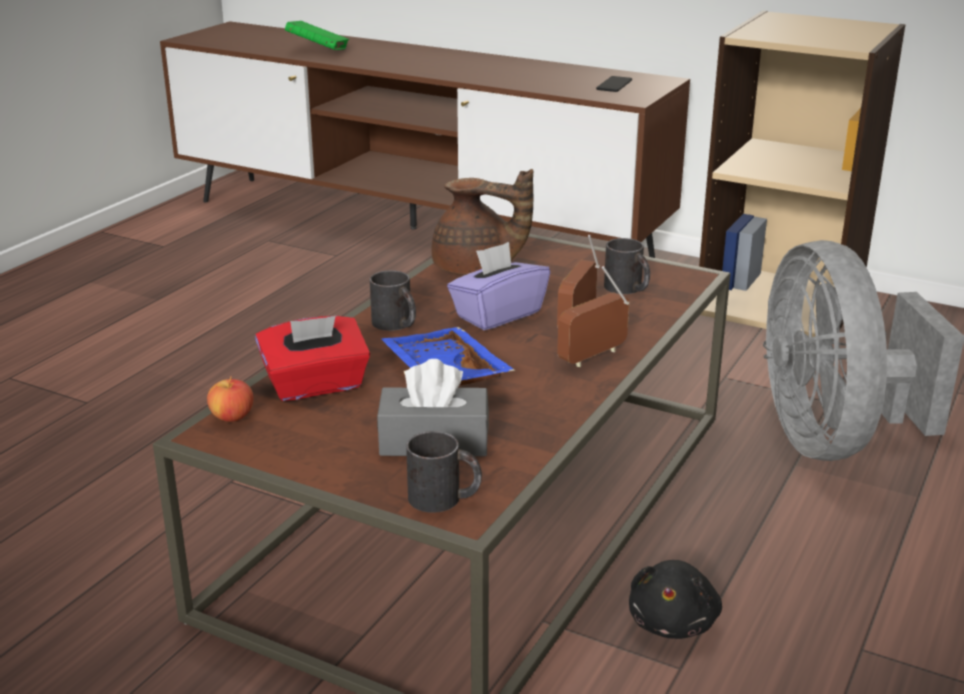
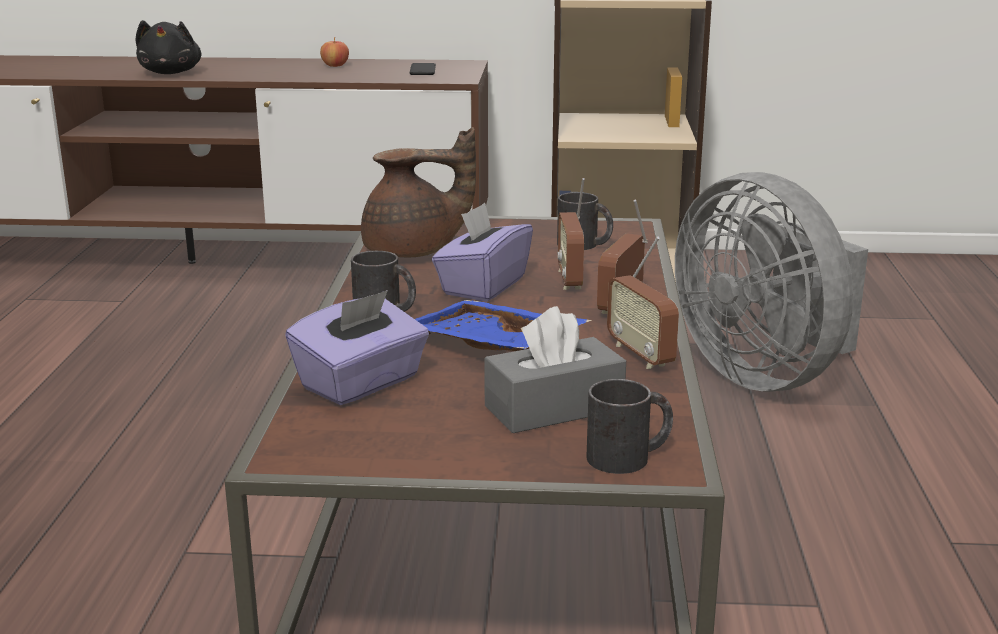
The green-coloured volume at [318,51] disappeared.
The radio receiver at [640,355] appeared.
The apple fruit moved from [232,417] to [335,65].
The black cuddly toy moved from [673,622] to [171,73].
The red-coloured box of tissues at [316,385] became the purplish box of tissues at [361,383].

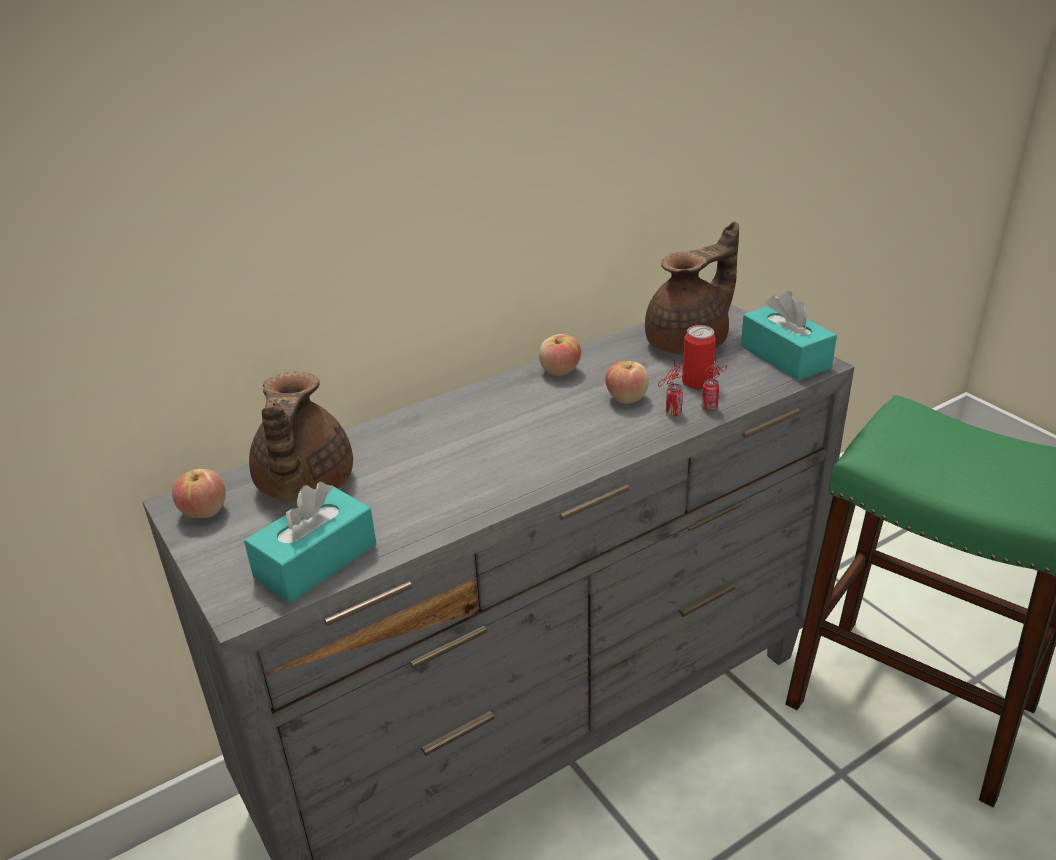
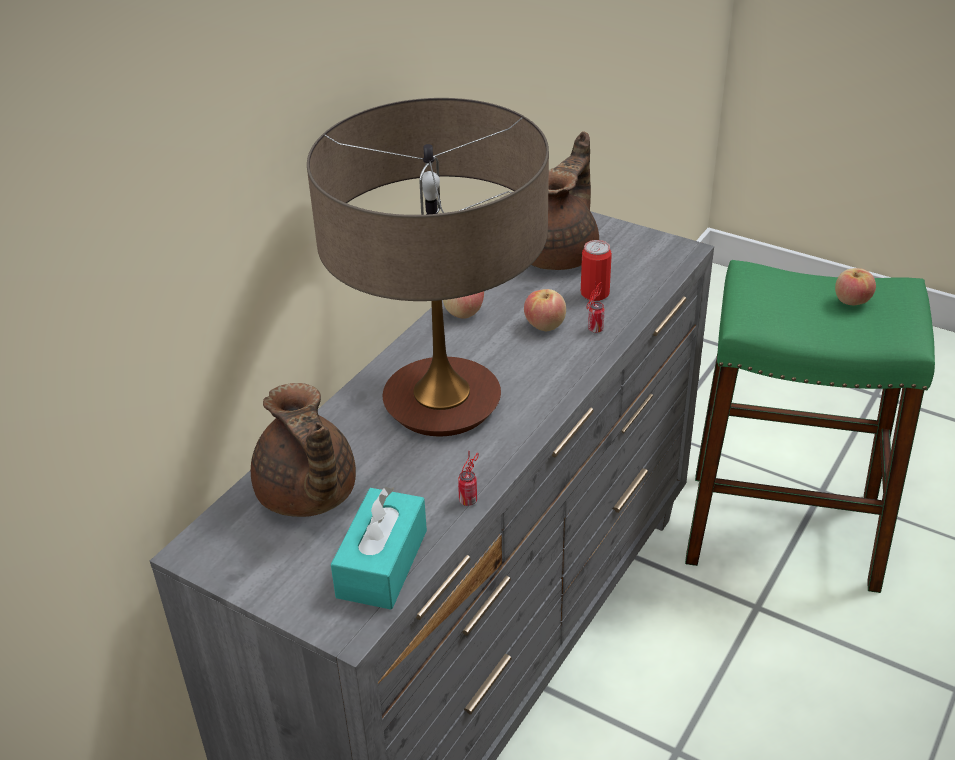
The turquoise box of tissues at [785,357] disappeared.
The tabletop lamp at [442,404] appeared.
The apple fruit moved from [204,511] to [851,301].
The metal can moved from [710,407] to [469,499].

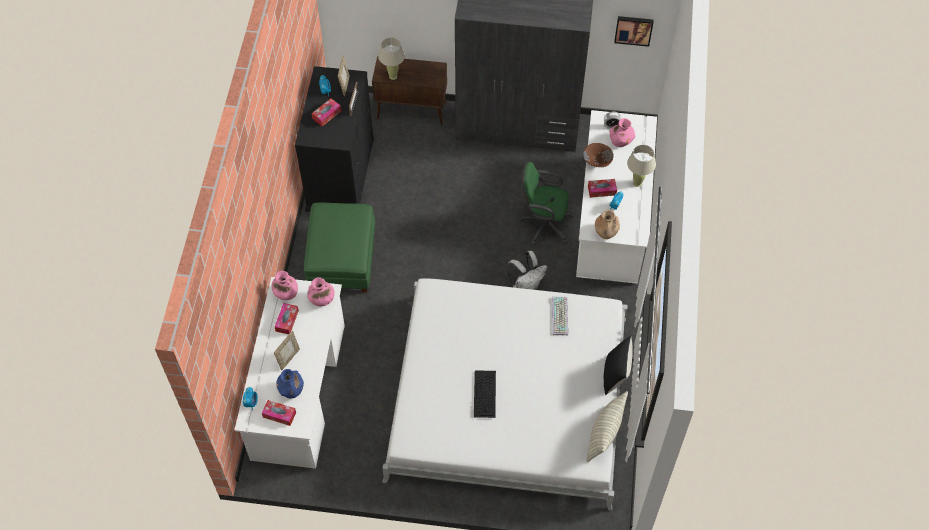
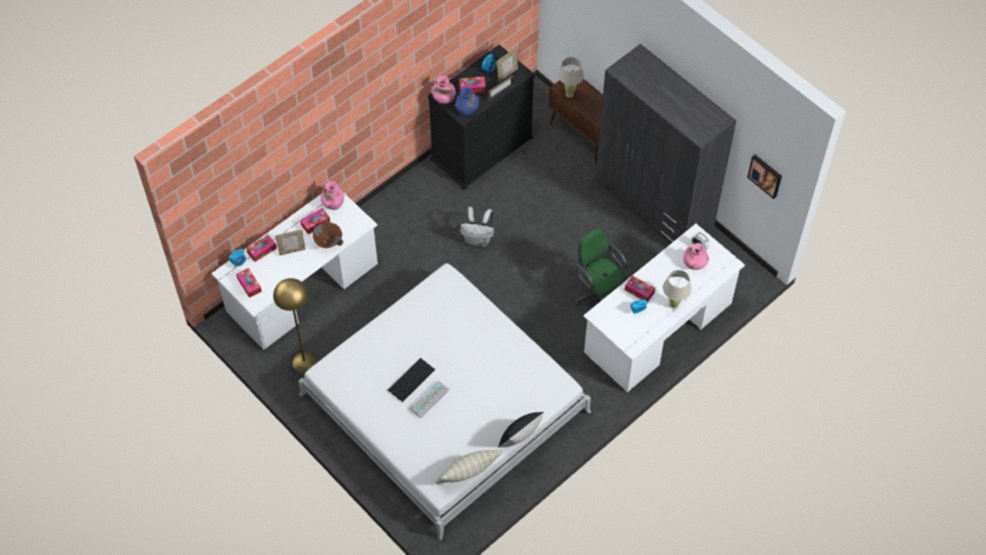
The green-coloured pouffe at [342,260] disappeared.
The brownish flower vase at [606,232] disappeared.
The box of tissues at [262,250] appeared.
The yellow standing lamp at [304,362] appeared.
The blue-coloured flower vase moved from [291,389] to [467,109].
The pink-coloured flower vase moved from [321,299] to [443,98].
The white rucksack moved from [526,286] to [478,239].
The computer keyboard moved from [561,316] to [429,400].
The brownish deep dish moved from [597,162] to [328,241].

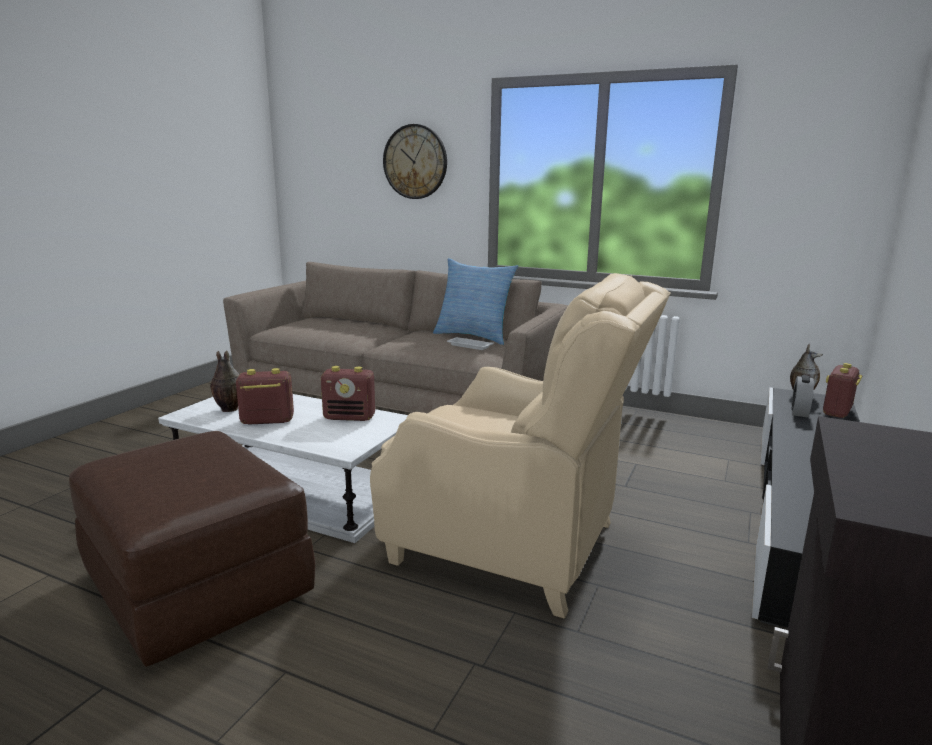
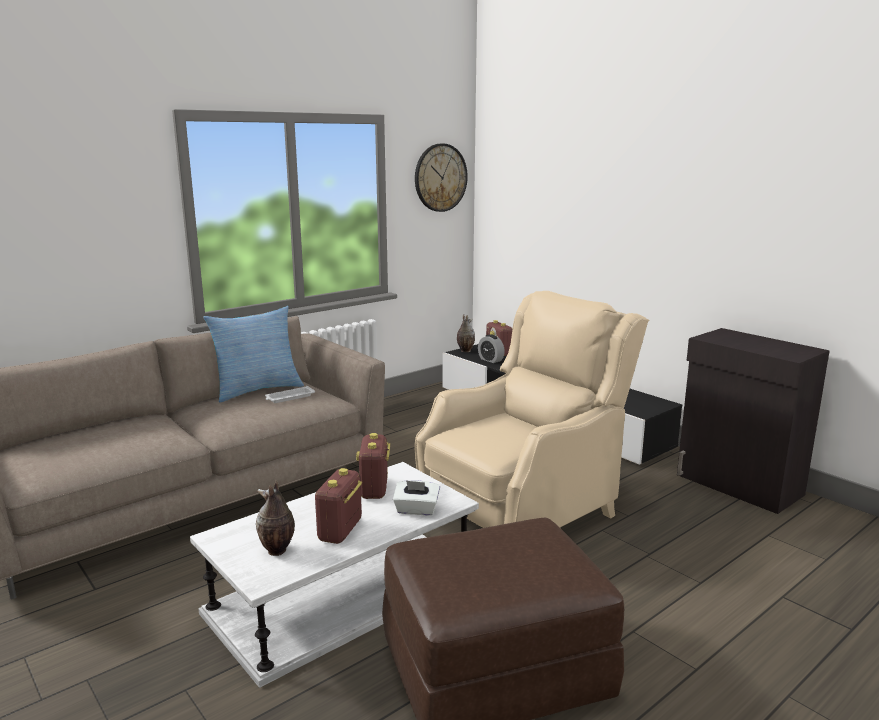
The white box of tissues at [416,510] appeared.
The wall clock moved from [415,162] to [440,177].
The radio receiver at [350,417] turned 150 degrees clockwise.

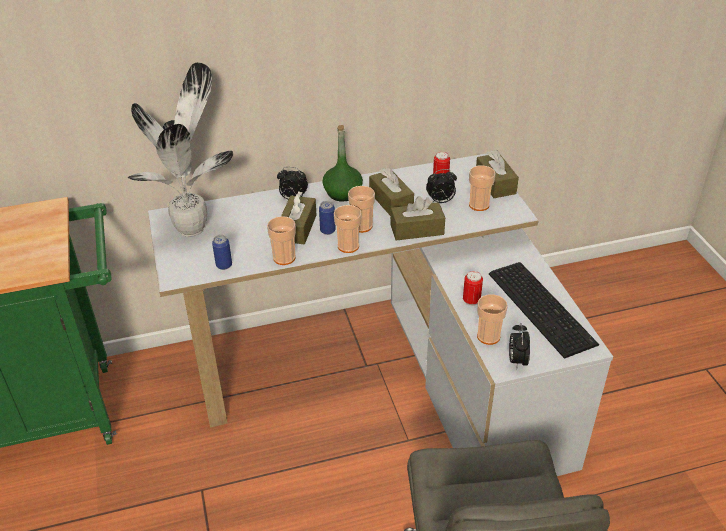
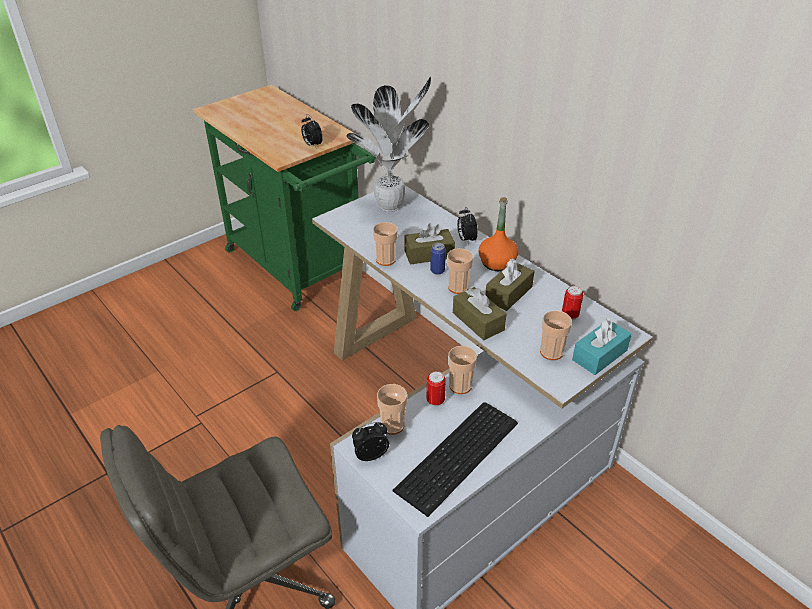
The metal can at [224,265] disappeared.
The small cup moved from [348,246] to [460,386].
The alarm clock moved from [440,201] to [312,145].
The green-coloured beverage bottle at [342,193] became the orange-coloured beverage bottle at [497,263].
The brownish box of tissues at [495,183] became the turquoise box of tissues at [599,355].

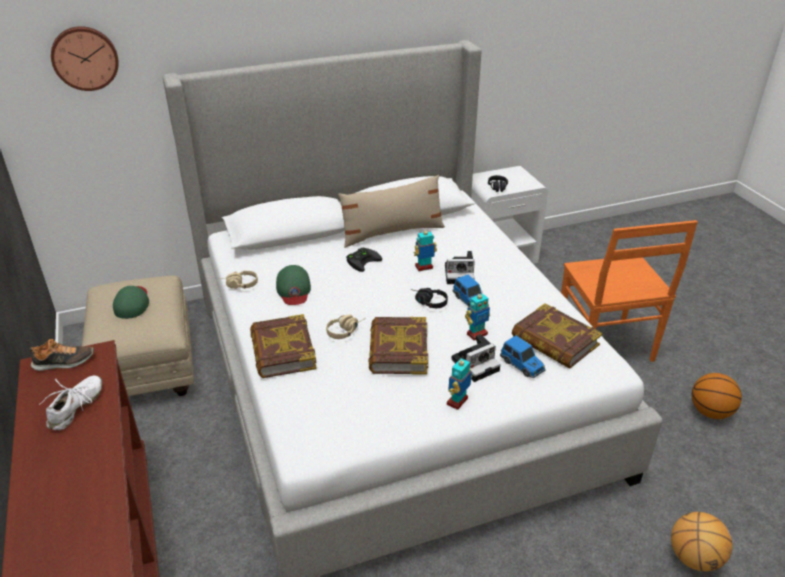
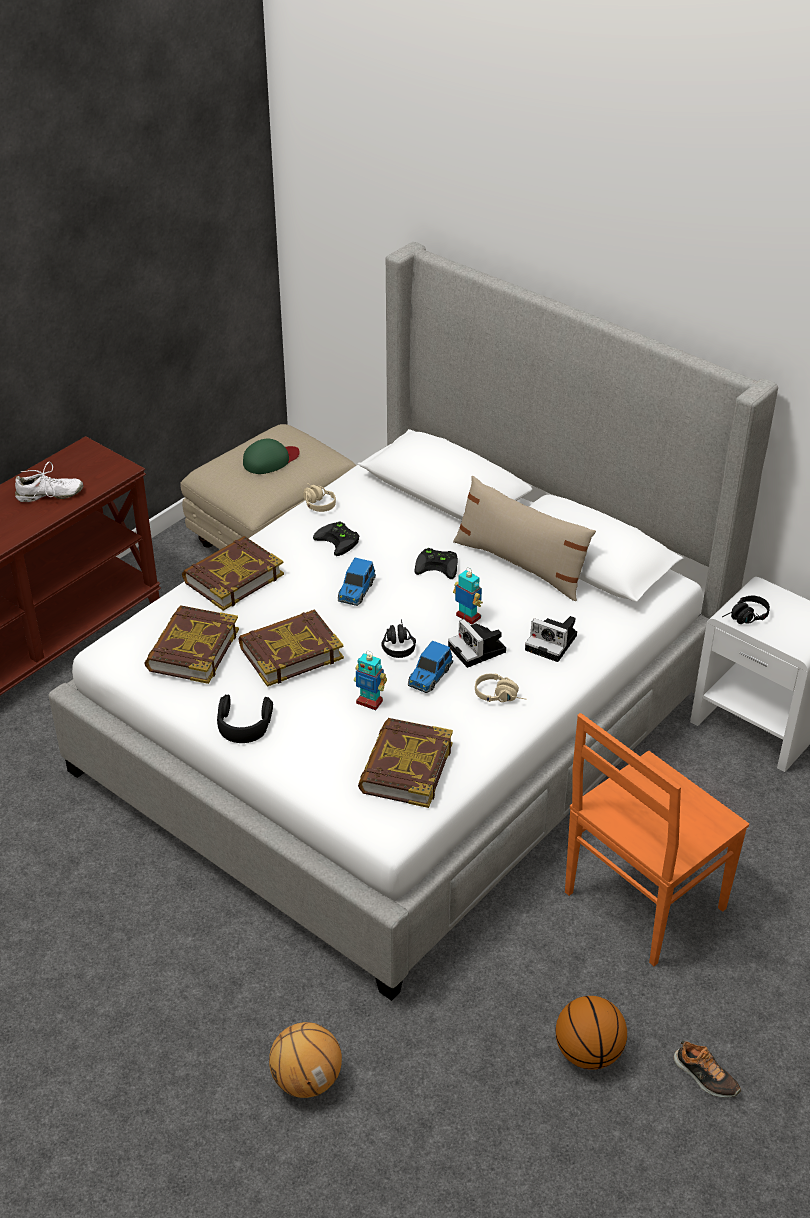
The wall clock at [85,58] disappeared.
The volume at [192,650] appeared.
The item of footwear moved from [64,362] to [705,1077].
The beige headset moved from [346,330] to [501,696].
The photo camera moved from [476,364] to [553,643].
The miniature car moved from [522,365] to [356,591].
The green-coloured cap at [293,289] was replaced by the black game controller at [340,541].
The robot figure at [457,402] was replaced by the black headset at [244,724].

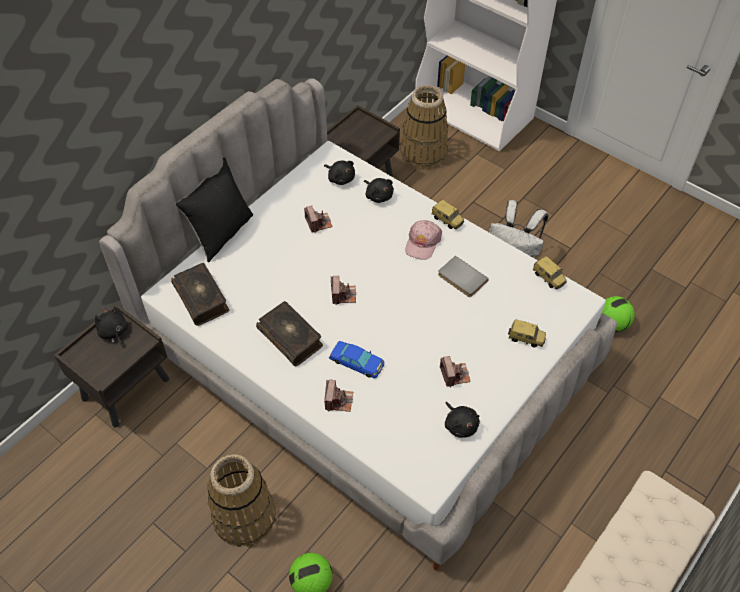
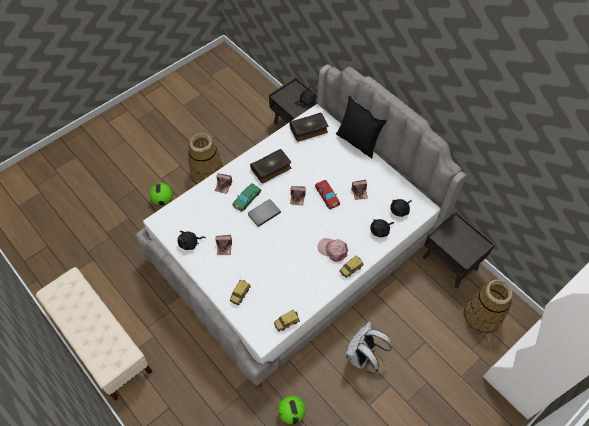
The red-coloured miniature car at [327,196] appeared.
The grey volume moved from [461,278] to [263,213].
The blue-coloured miniature car at [357,362] became the green-coloured miniature car at [246,198].

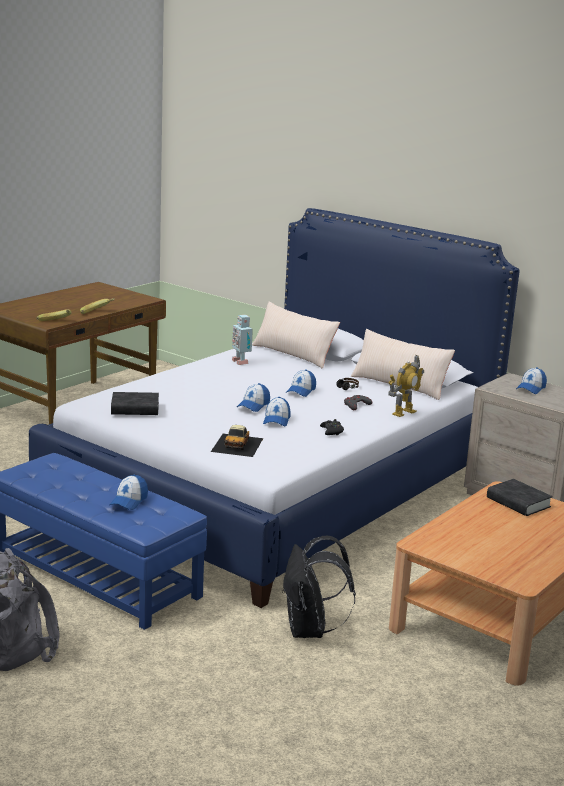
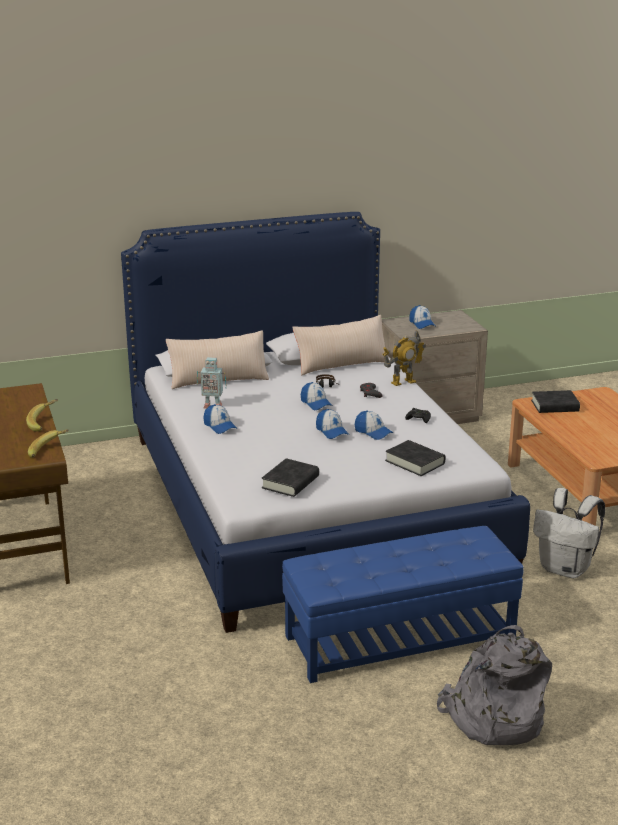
The cap moved from [129,501] to [220,426].
The miniature car at [237,444] was replaced by the black volume at [415,462].
The black rucksack at [309,630] became the white rucksack at [566,569].
The robot figure at [403,412] turned 75 degrees clockwise.

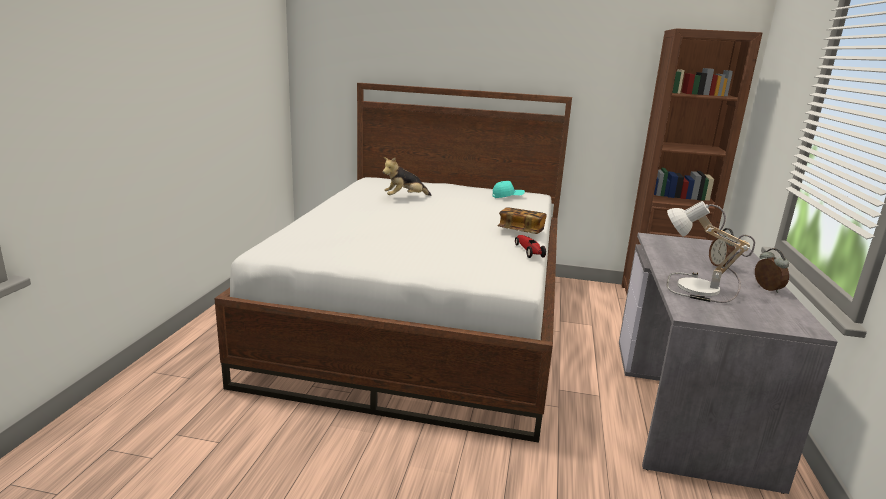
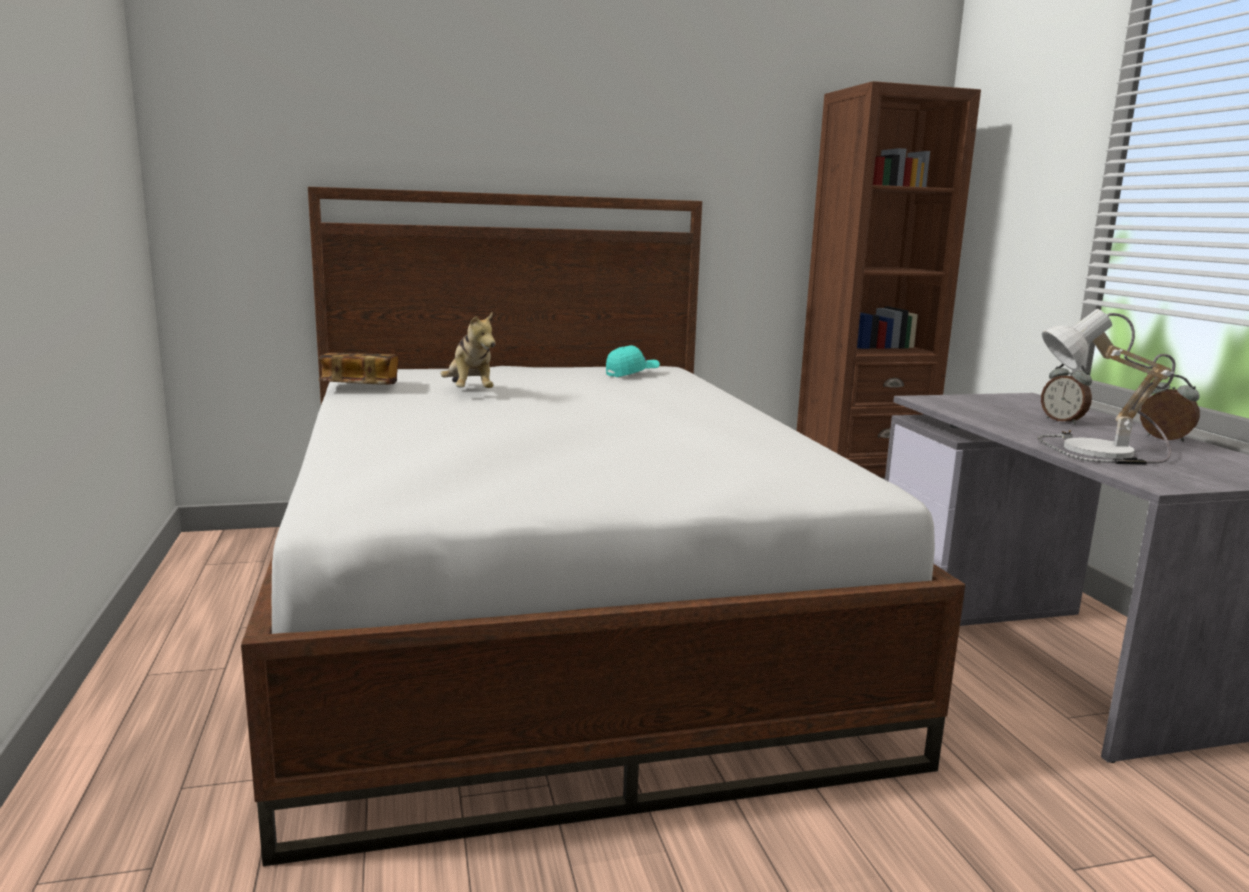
The miniature car at [529,251] disappeared.
The volume moved from [521,231] to [360,387].
The cuddly toy at [405,198] turned 60 degrees counterclockwise.

